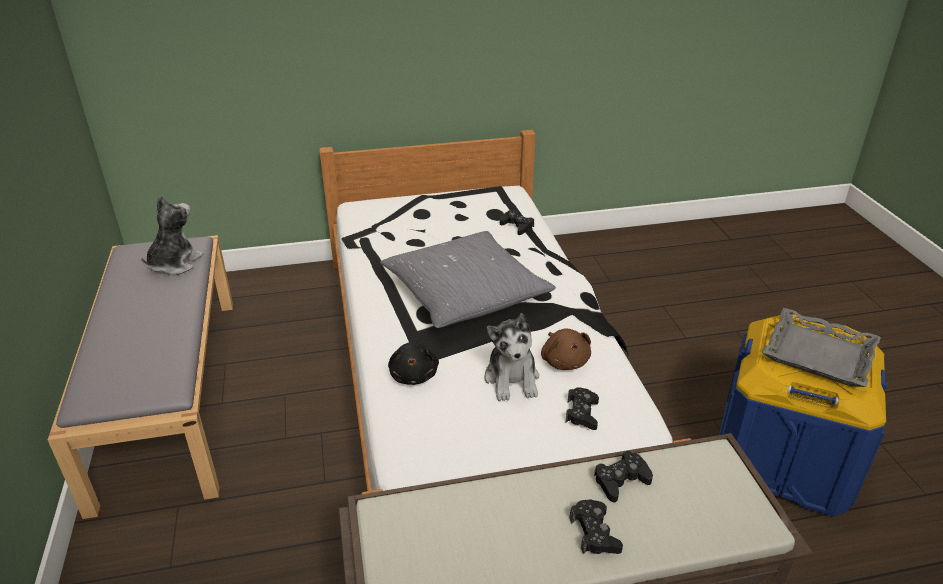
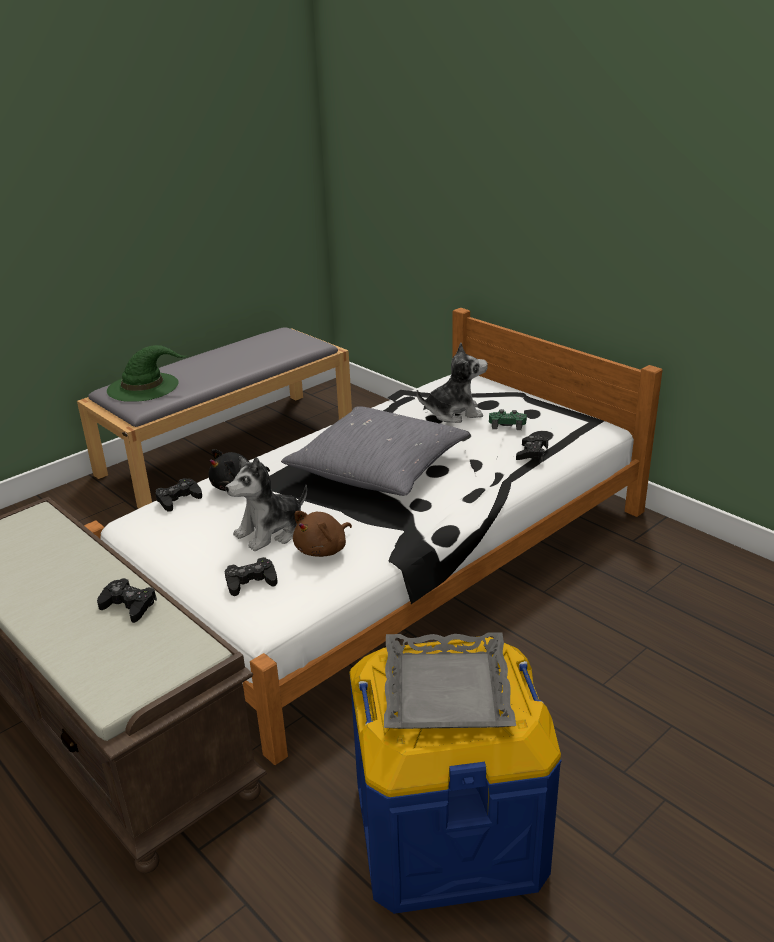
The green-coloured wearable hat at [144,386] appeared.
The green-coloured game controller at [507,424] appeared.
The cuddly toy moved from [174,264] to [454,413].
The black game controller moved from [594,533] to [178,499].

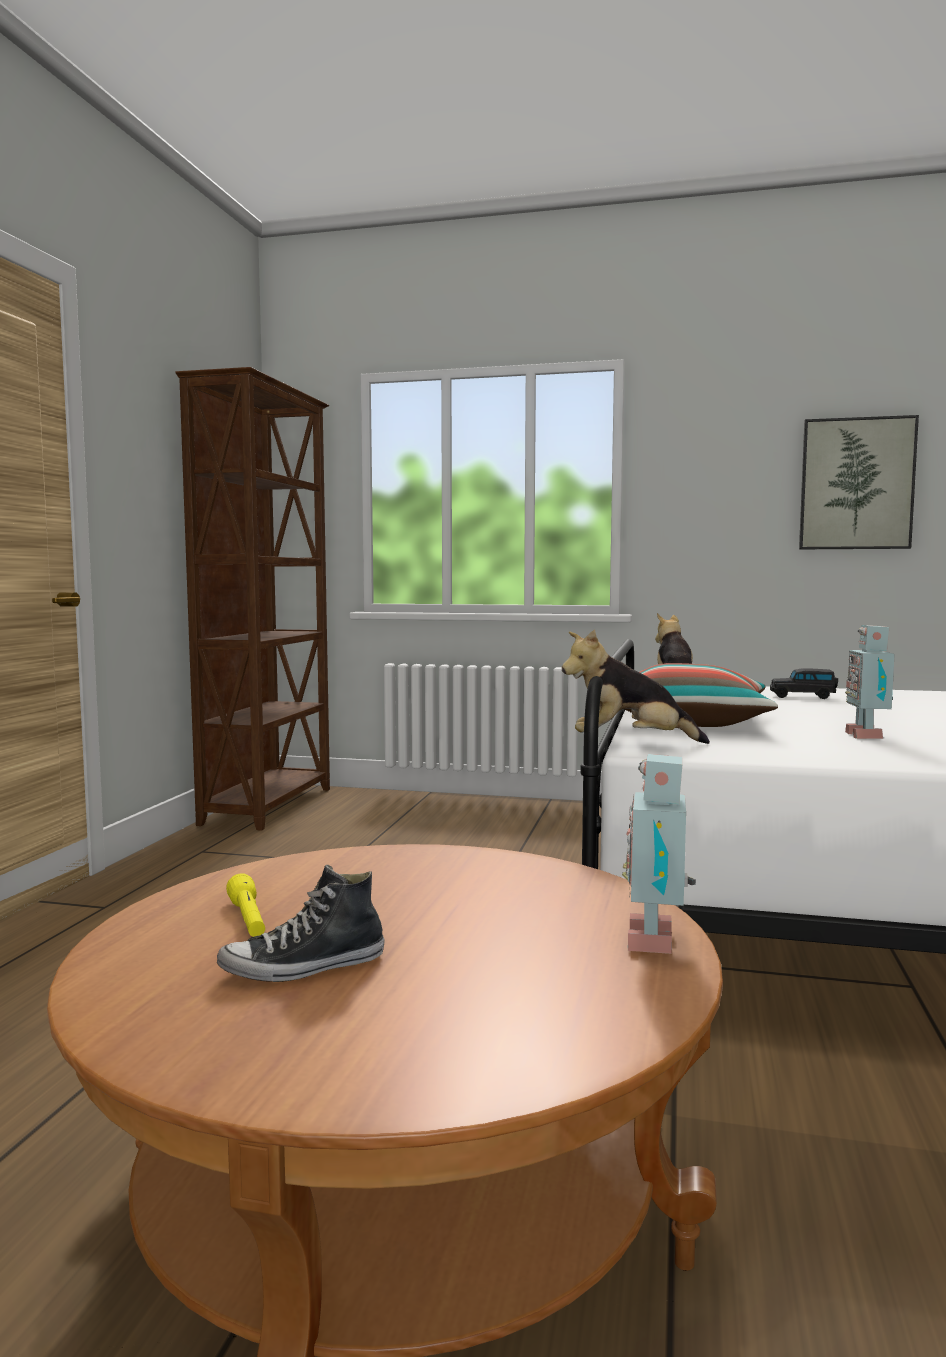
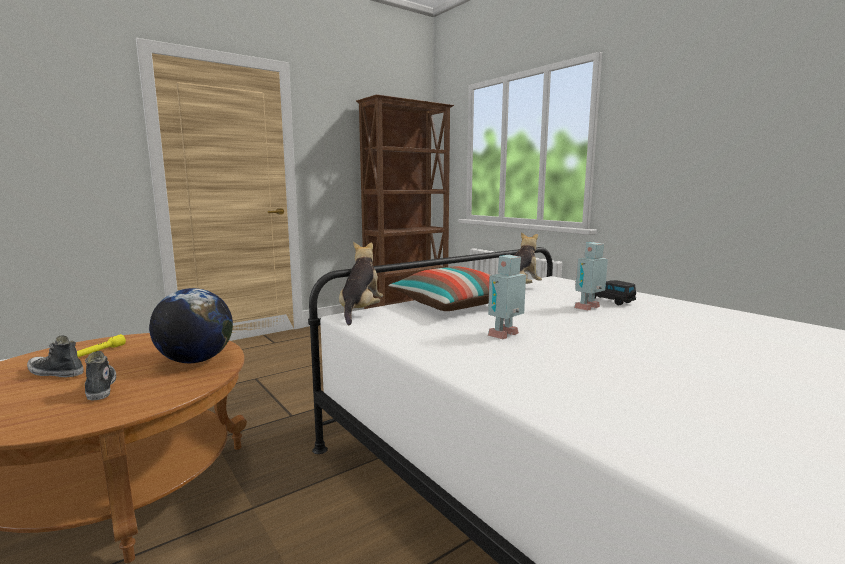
The wall art at [856,484] disappeared.
The item of footwear at [100,388] appeared.
The globe at [195,360] appeared.
The robot figure moved from [657,940] to [589,308].
The cuddly toy at [630,744] turned 60 degrees clockwise.

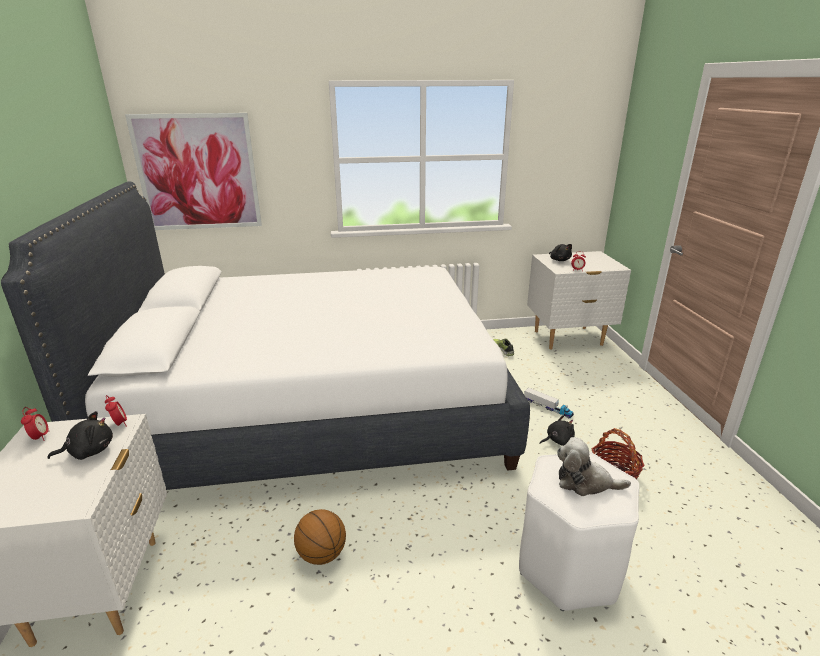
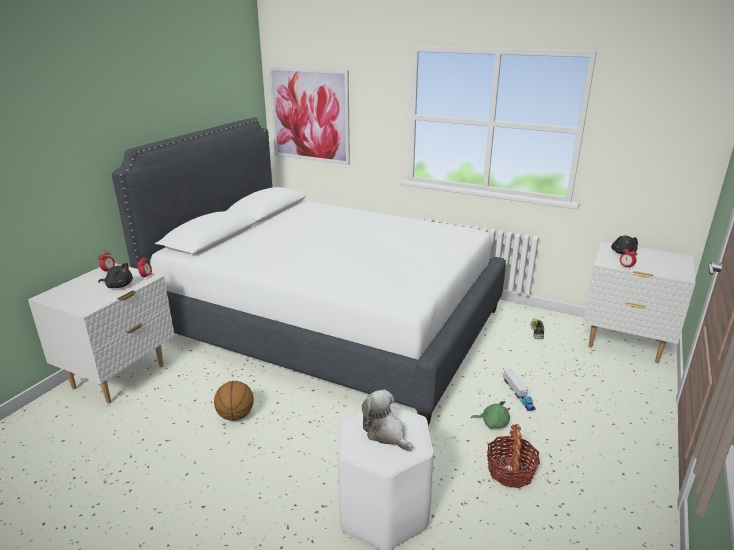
The black cuddly toy at [557,440] became the green-coloured cuddly toy at [492,423].

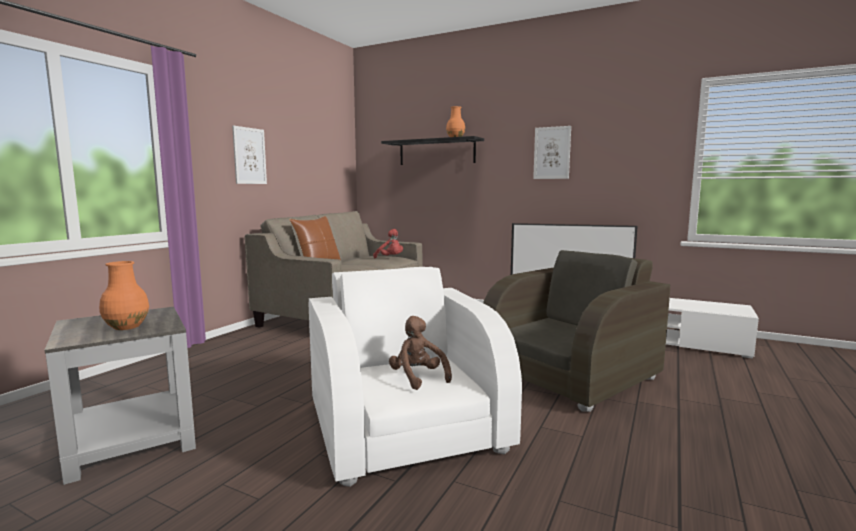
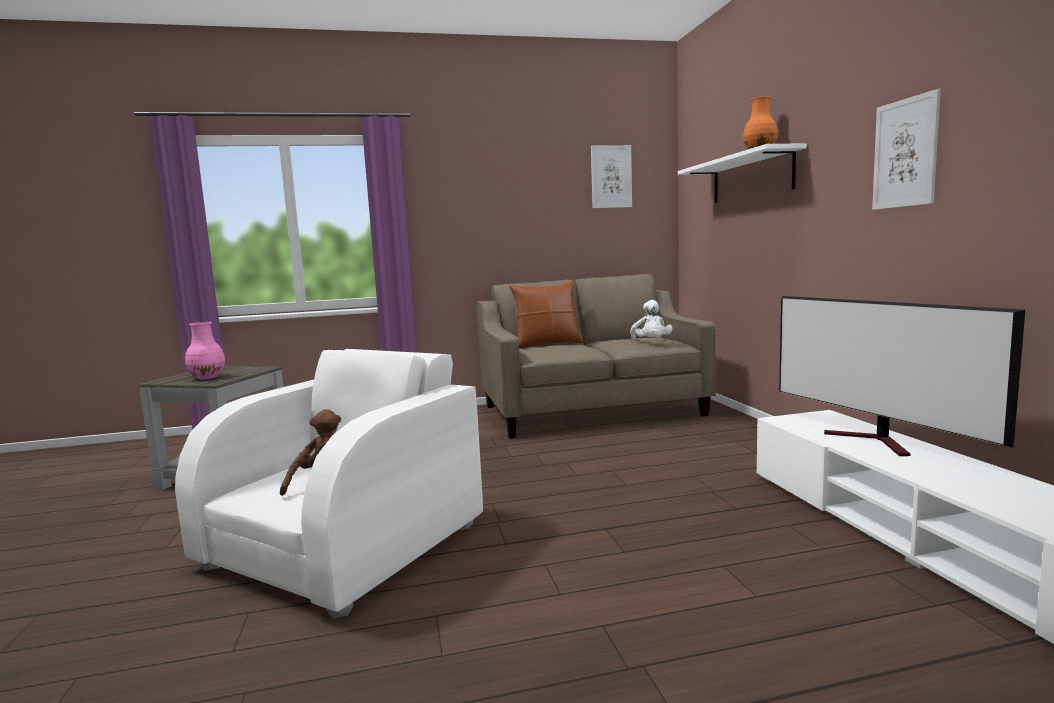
The brownish armchair at [569,374] disappeared.
The wall art moved from [249,156] to [611,177].
The orange-coloured flower vase at [127,326] became the pink-coloured flower vase at [208,377].
The red-coloured cuddly toy at [390,258] became the white cuddly toy at [651,342].
The black wall shelf at [436,152] became the white wall shelf at [751,177].

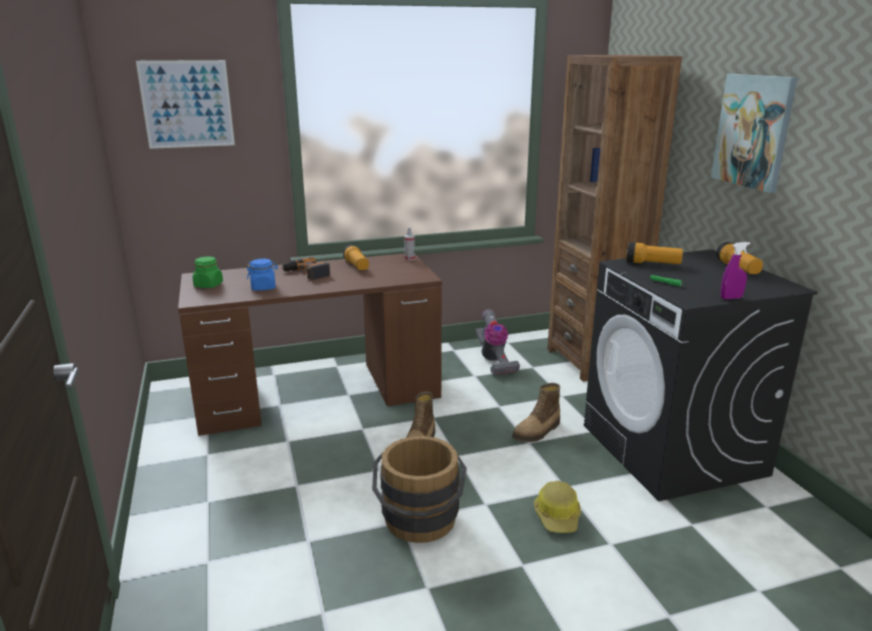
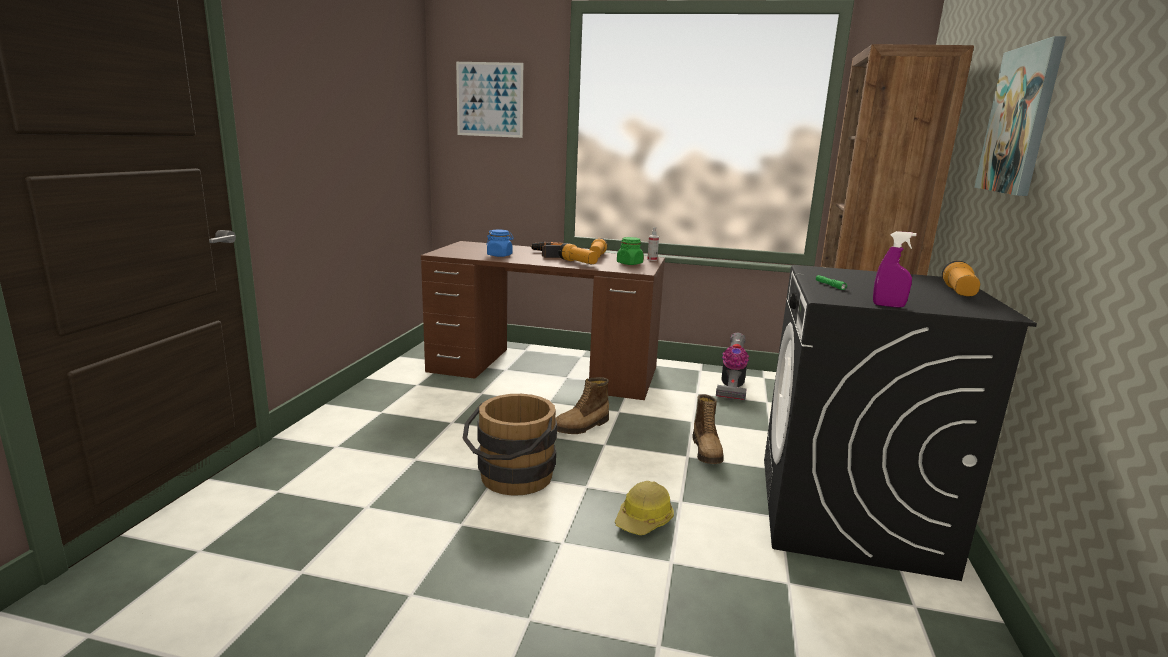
The green-coloured jar moved from [208,285] to [629,263].
The hand torch moved from [652,264] to [578,263].
The boot at [537,432] turned 75 degrees counterclockwise.

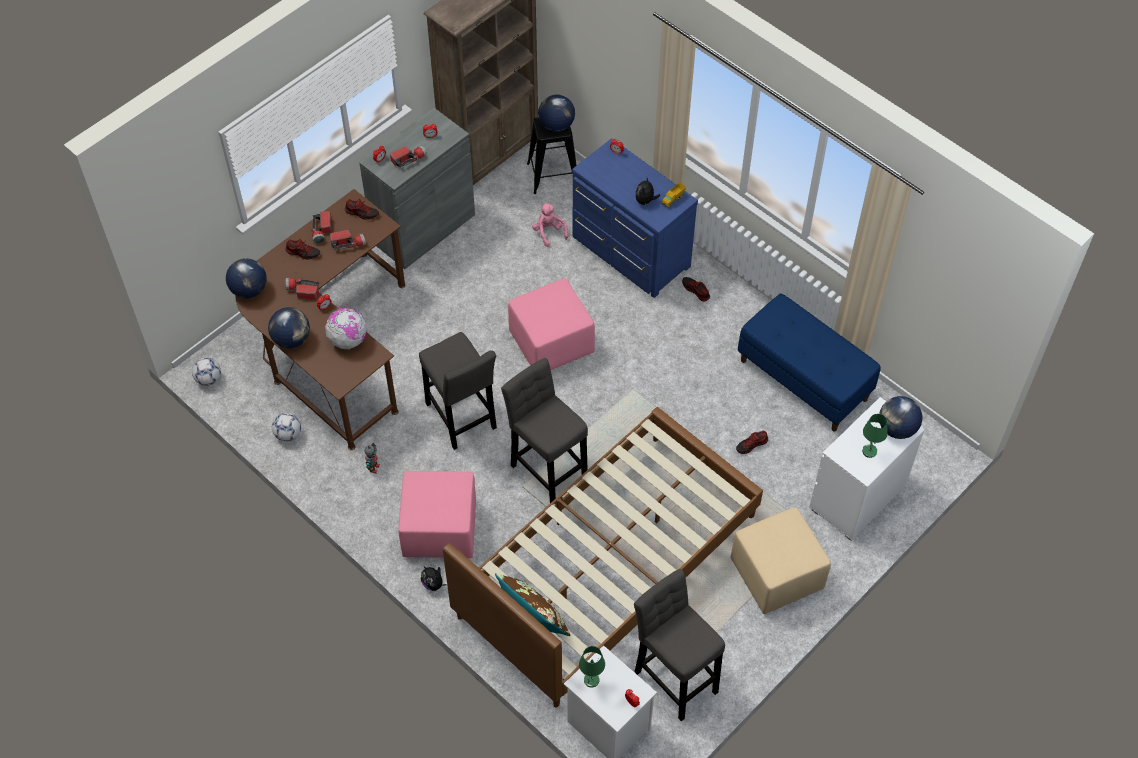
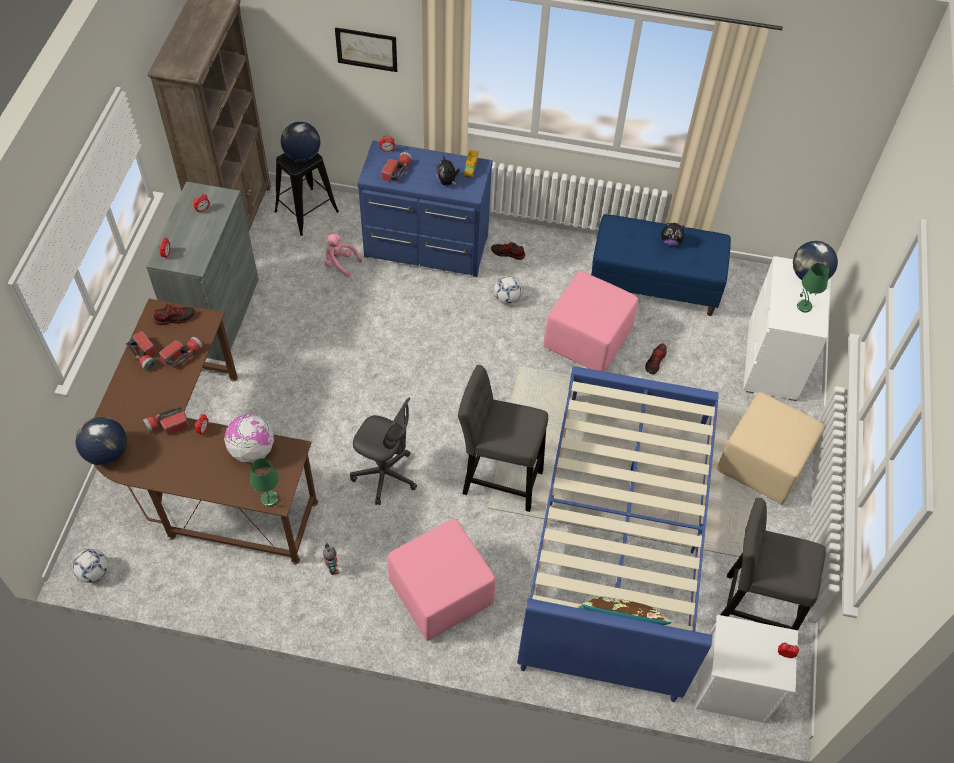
The globe at [292,339] disappeared.
The item of footwear at [303,252] disappeared.
The wall art at [366,49] appeared.
The football ball moved from [288,434] to [507,298].
The hand torch moved from [408,159] to [397,171].
The cuddly toy moved from [433,584] to [670,241].
The pink-coloured pouffe moved from [551,344] to [587,341].
The green-coloured tabletop lamp moved from [591,680] to [270,499].
The grey sitting stool at [462,419] was replaced by the grey desk chair at [385,475].
The brownish bedroom bed at [607,566] became the blue-coloured bedroom bed at [618,538].

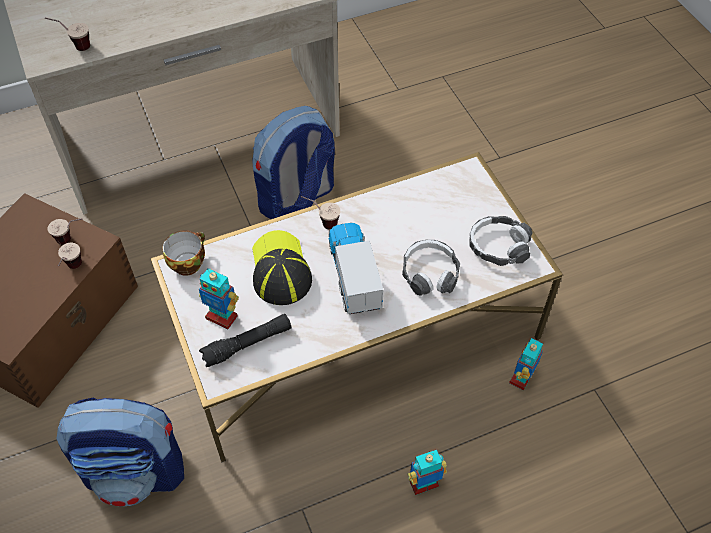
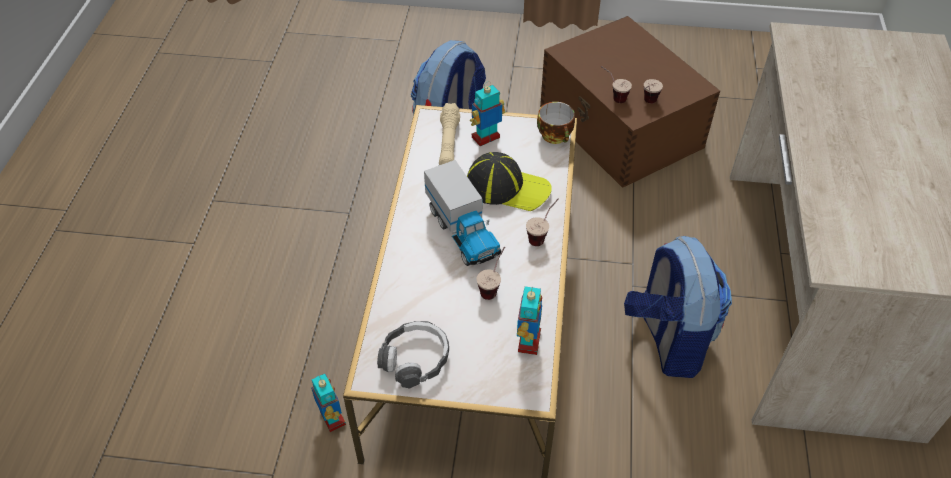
The headset at [430,273] disappeared.
The small cup moved from [74,46] to [493,286].
The robot figure moved from [424,484] to [528,341].
The black hand torch at [247,344] became the beige hand torch at [448,143].
The toy truck at [354,277] turned 45 degrees clockwise.

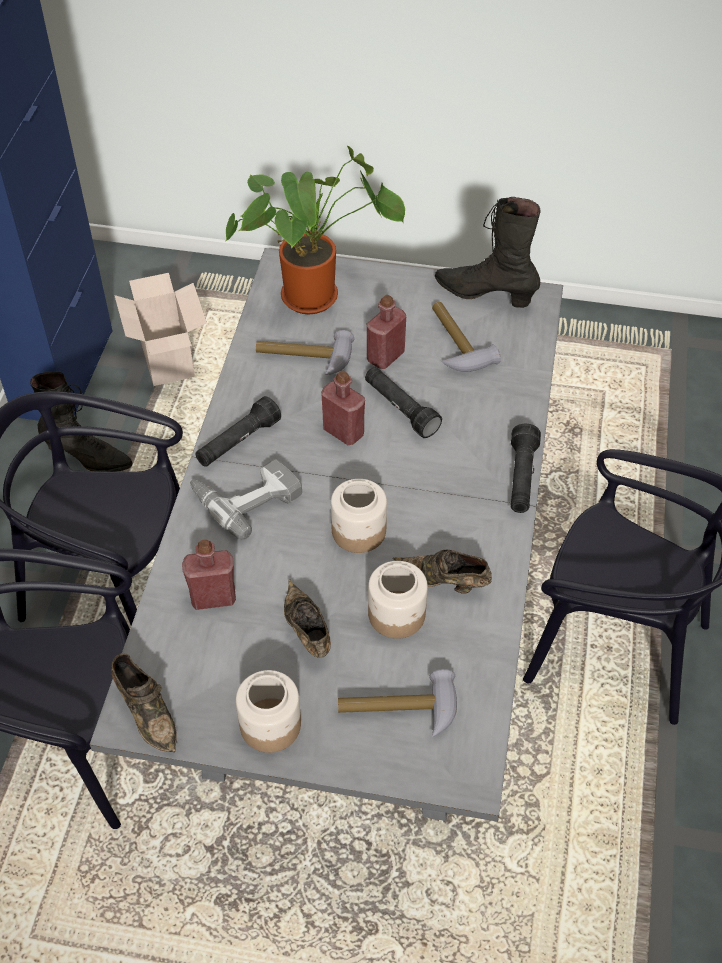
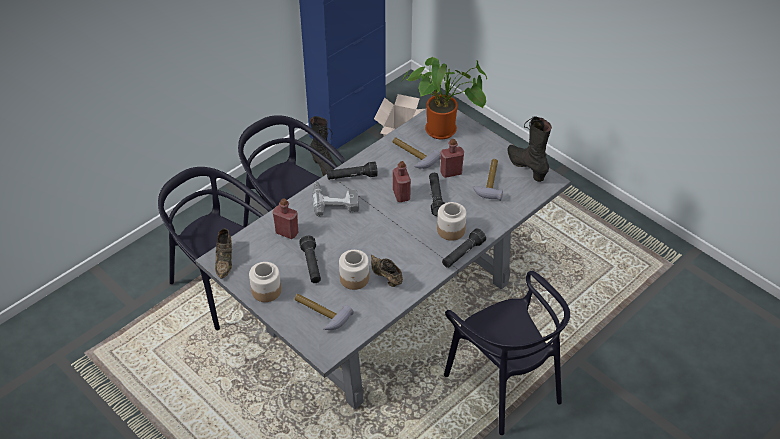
The jar moved from [358,532] to [450,230].
The brownish item of footwear at [306,632] was replaced by the black hand torch at [311,265].

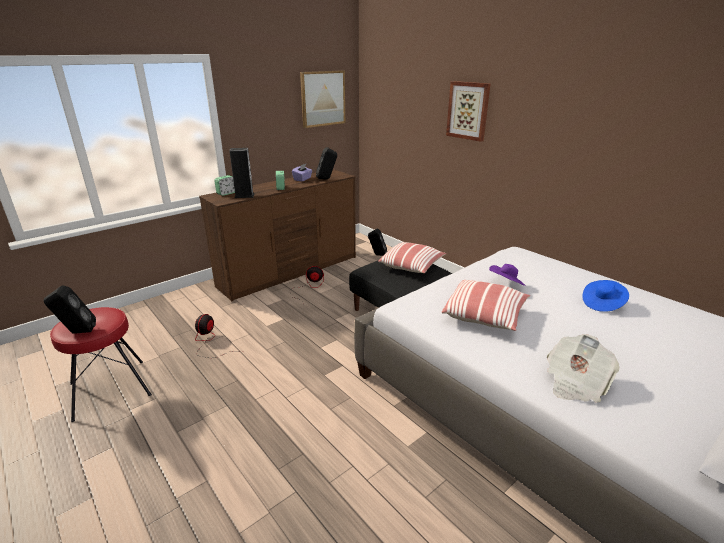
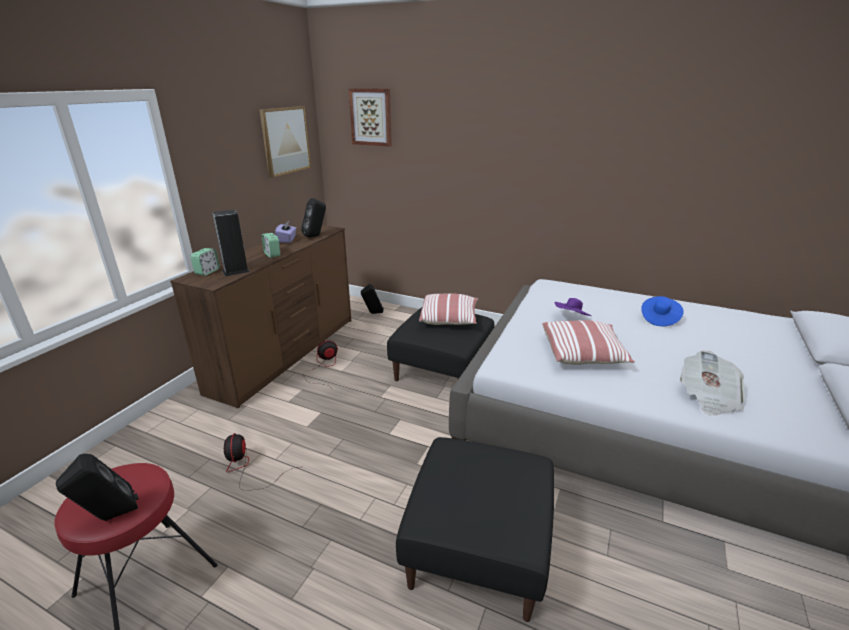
The black pouffe at [478,549] appeared.
The wall art moved from [468,110] to [371,117].

